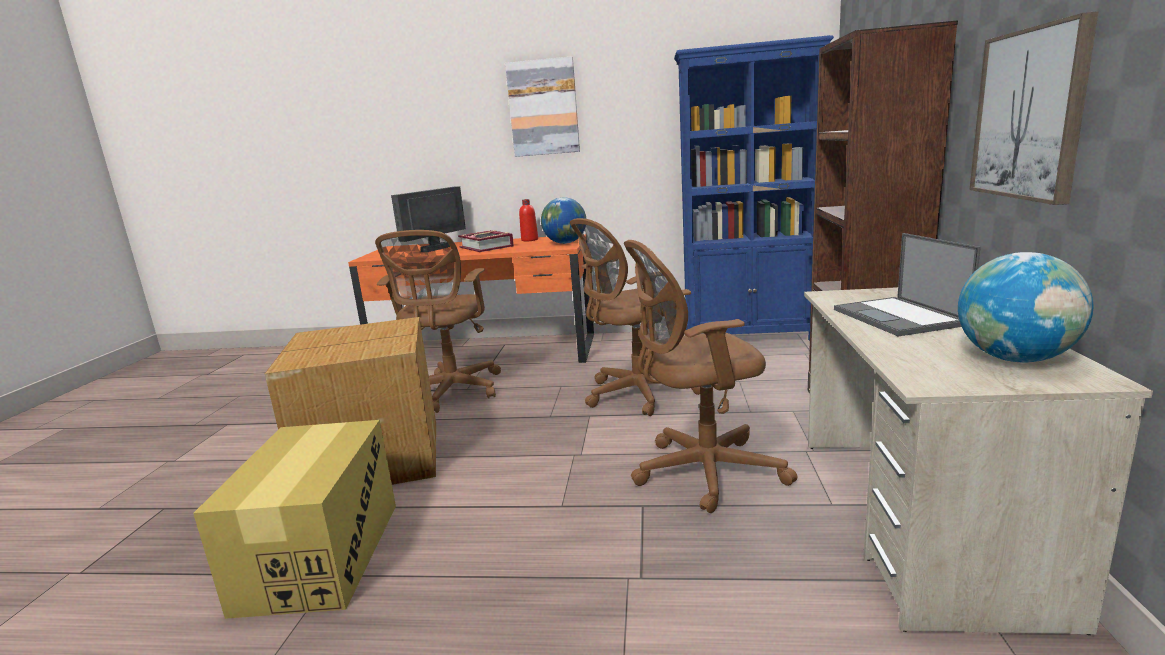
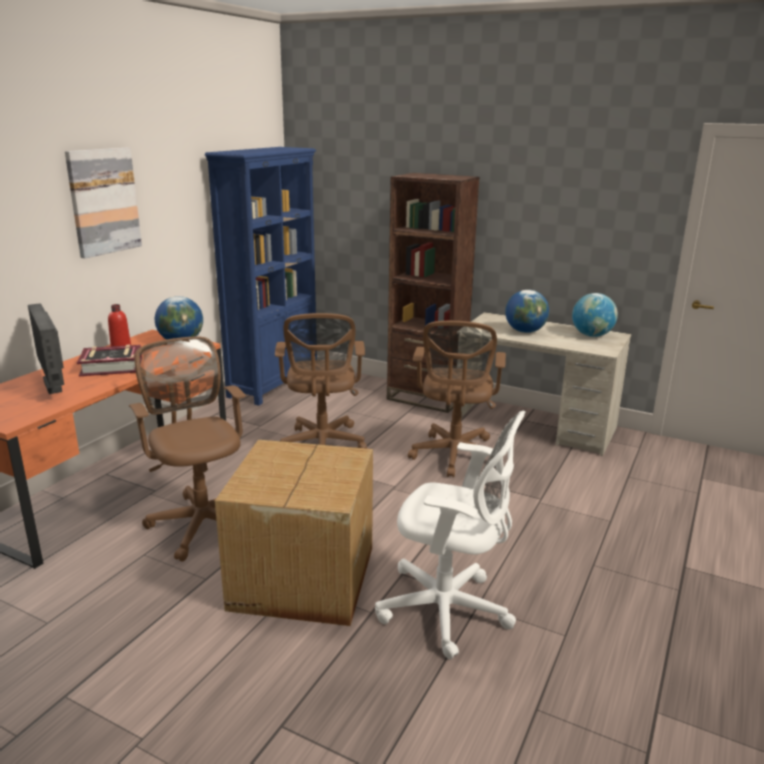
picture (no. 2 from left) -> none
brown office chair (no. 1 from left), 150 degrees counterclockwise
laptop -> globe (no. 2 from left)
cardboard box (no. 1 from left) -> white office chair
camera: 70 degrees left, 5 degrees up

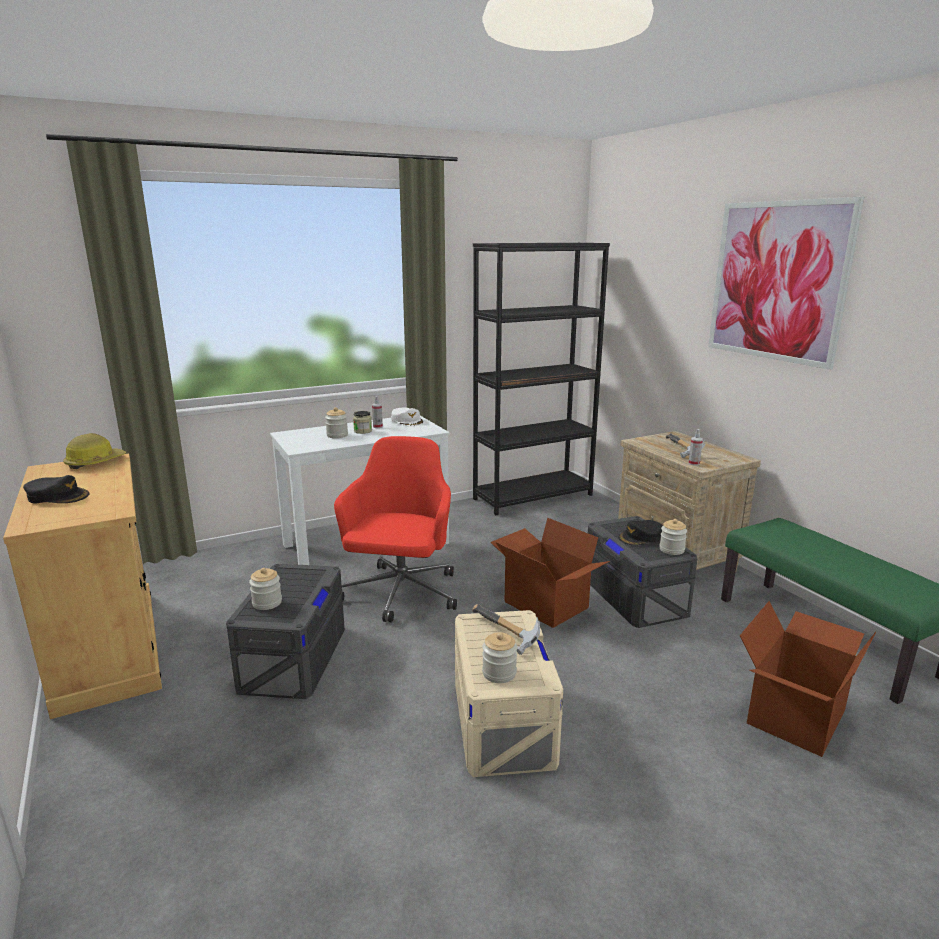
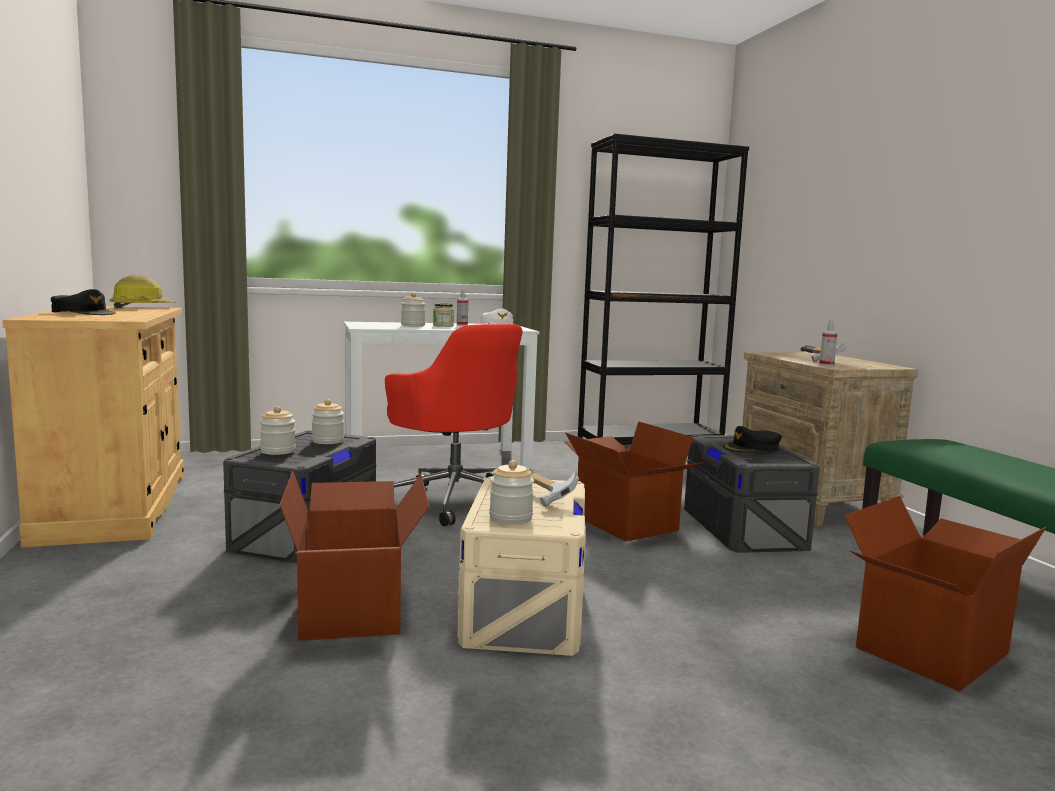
picture -> none
red office chair, 120 degrees clockwise
jar (no. 5 from left in the first image) -> jar (no. 2 from left), relocated
none -> cardboard box (no. 1 from left)
camera: 10 degrees right, 10 degrees down

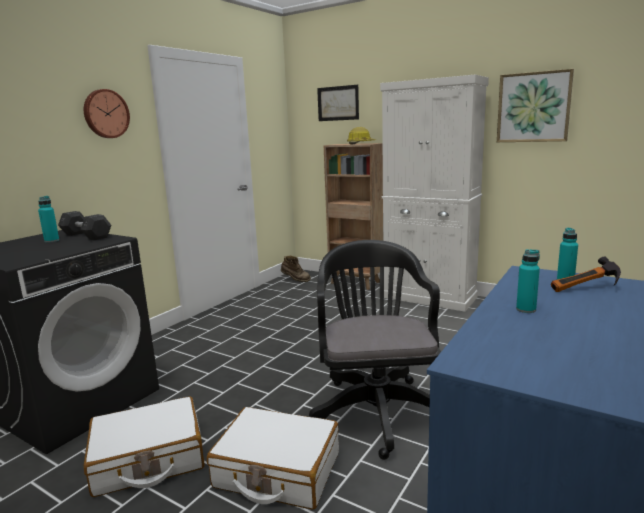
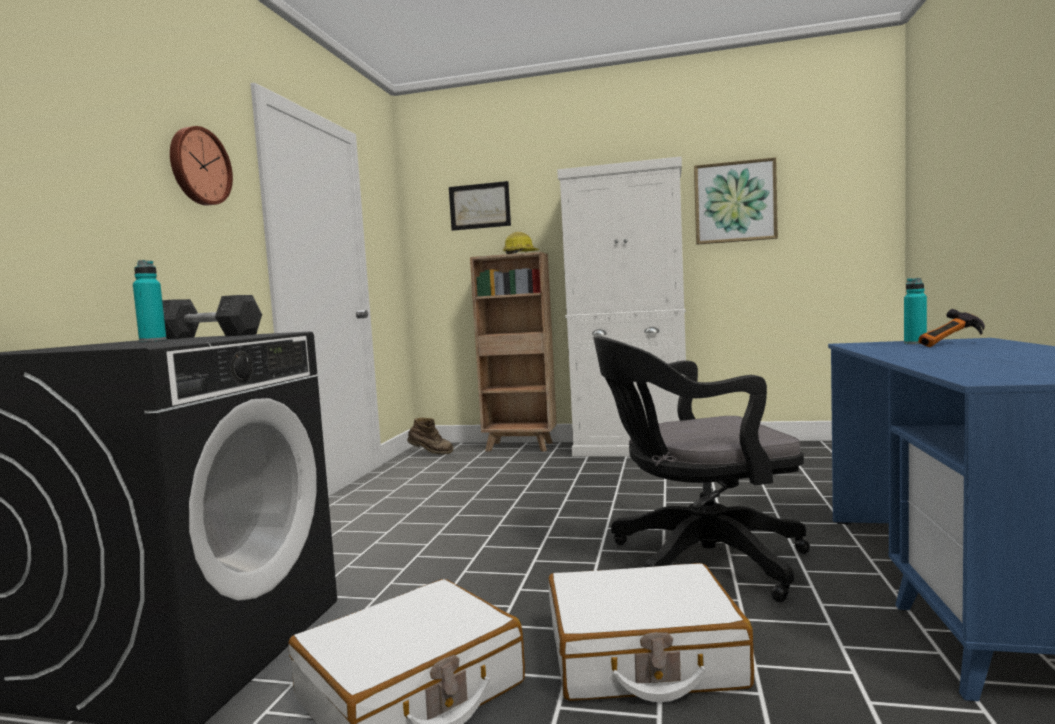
black office chair, 75 degrees counterclockwise
turquoise bottle (no. 2 from left) -> none
camera: 20 degrees left, 10 degrees down

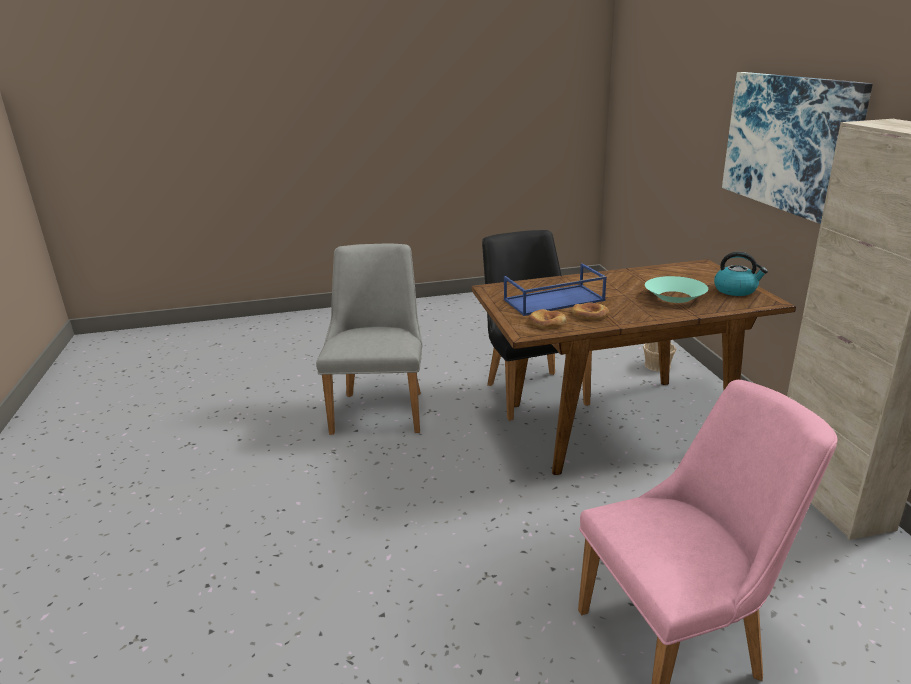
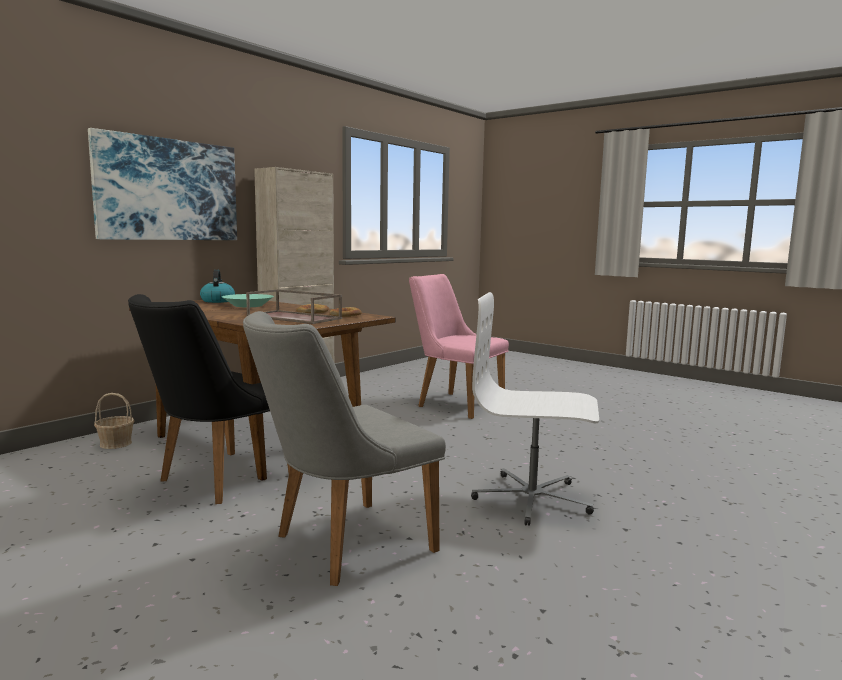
blue tray -> brown tray
none -> white office chair
camera: 130 degrees left, 15 degrees down

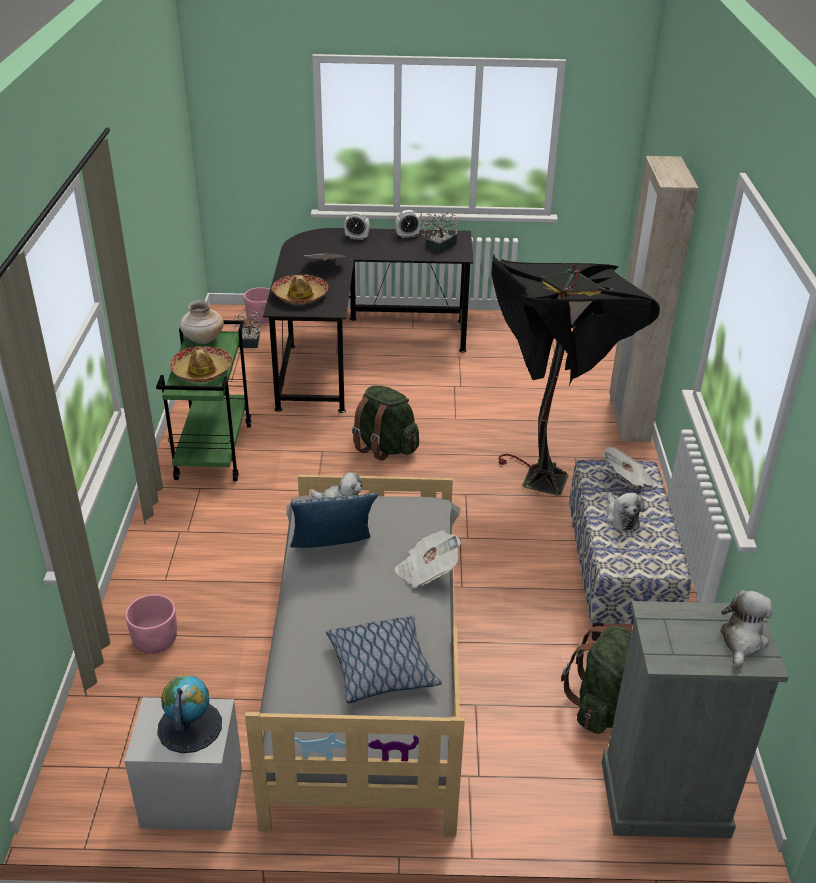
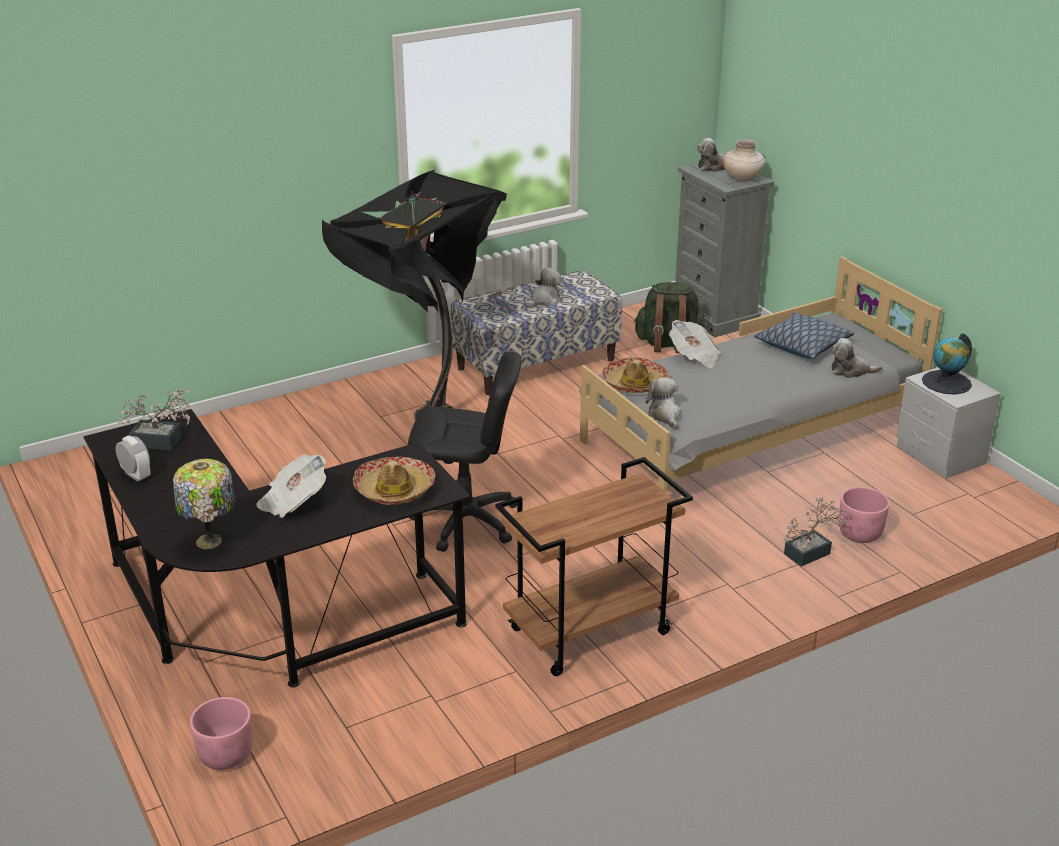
beige wardrobe -> none
alarm clock (no. 1 from left) -> none
beige vase, relocated
potted plant (no. 1 from left in the first image) -> potted plant (no. 2 from left), relocated
green cart -> brown cart
hat (no. 1 from left in the first image) -> hat (no. 2 from left), relocated
green backpack (no. 1 from left) -> black office chair
pillow (no. 1 from left) -> none
none -> plush toy (no. 4 from left)
none -> table lamp
camera: 120 degrees left, 5 degrees down

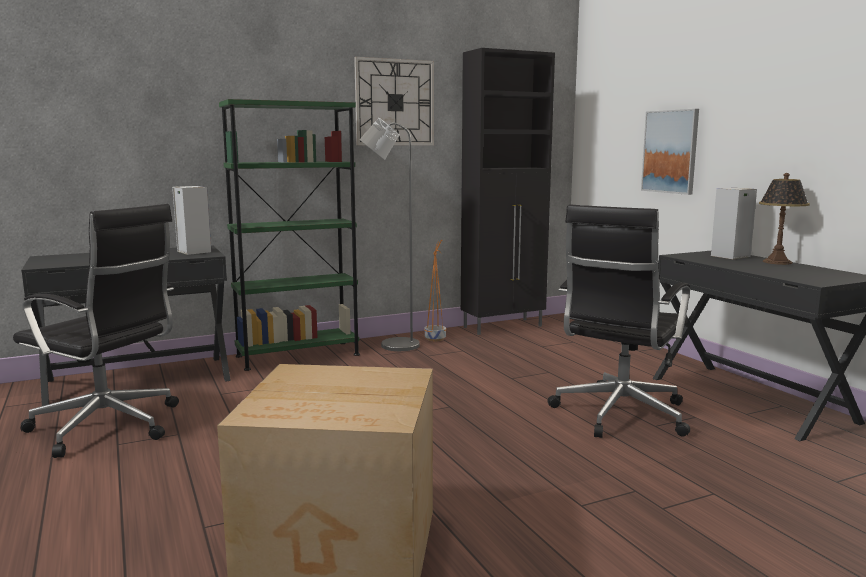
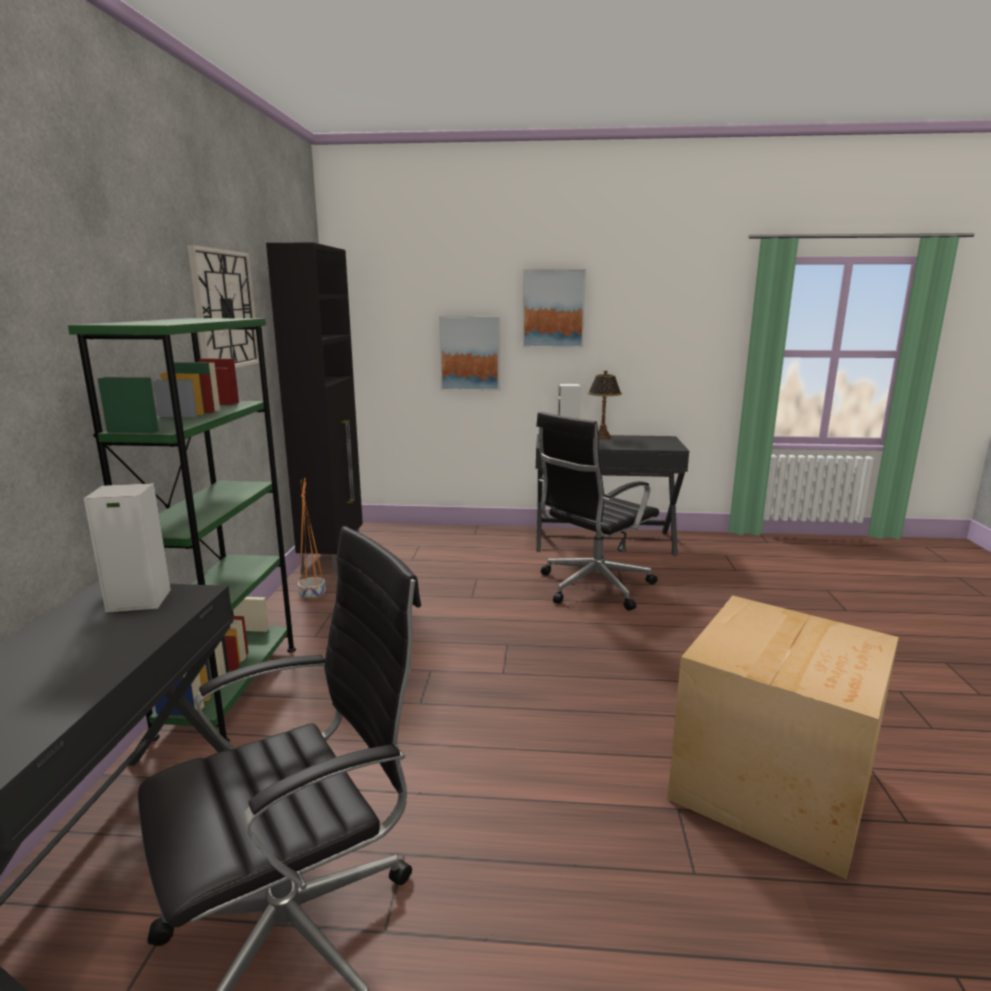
grey floor lamp -> none
black office chair (no. 2 from left), 75 degrees clockwise
none -> picture (no. 2 from left)
camera: 60 degrees left, 5 degrees up

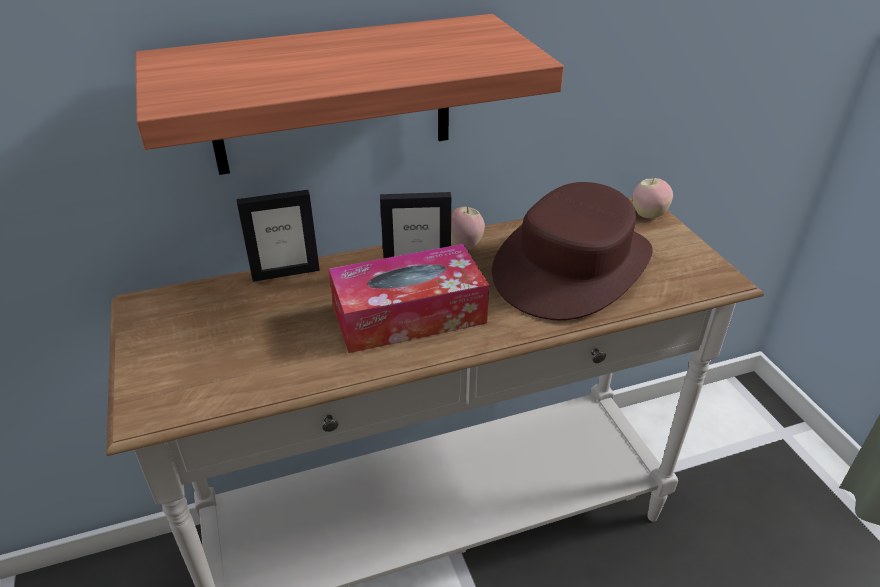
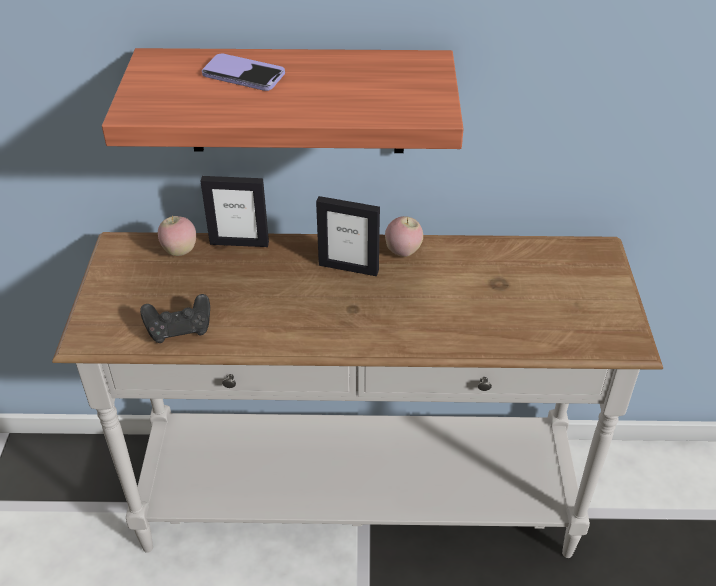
apple (no. 2 from left in the first image) -> apple (no. 1 from left), relocated
brown hat -> none
tissue box -> none
none -> phone
none -> black game controller
camera: 20 degrees right, 5 degrees up

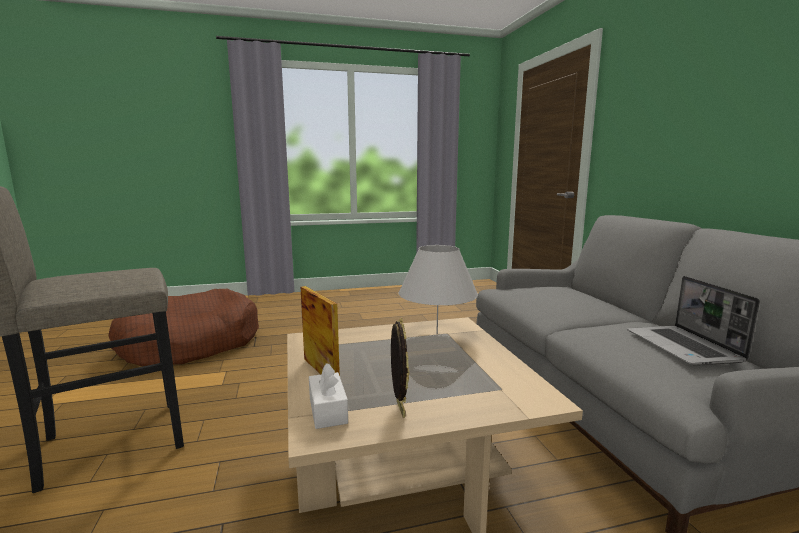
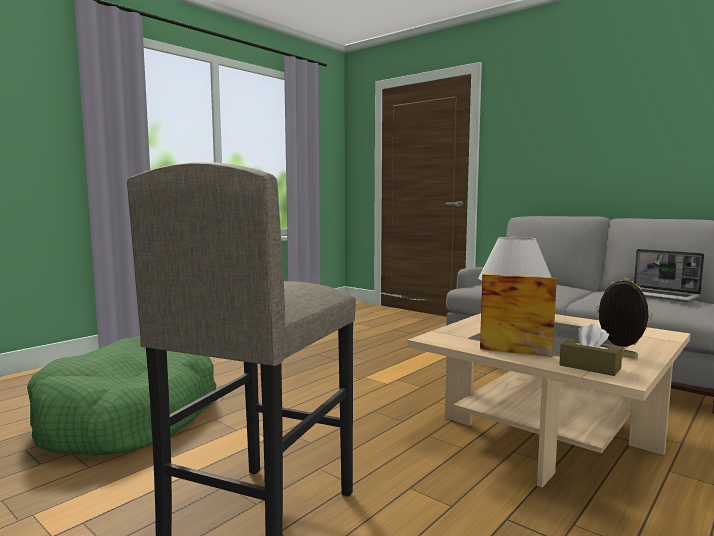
brown dog bed -> green dog bed
white tissue box -> brown tissue box
camera: 35 degrees left, 5 degrees down

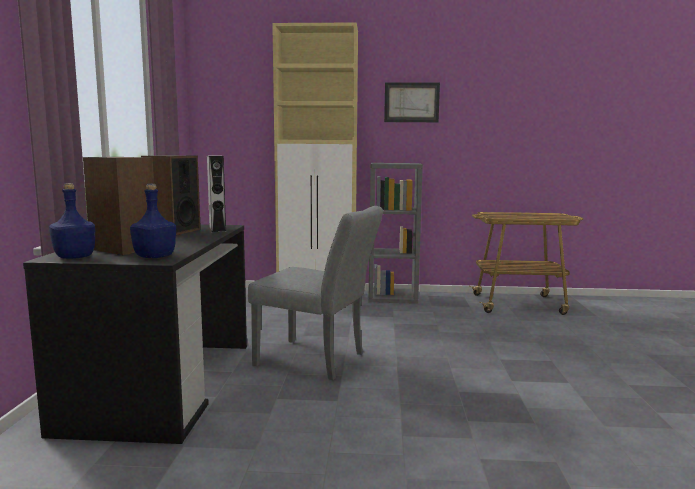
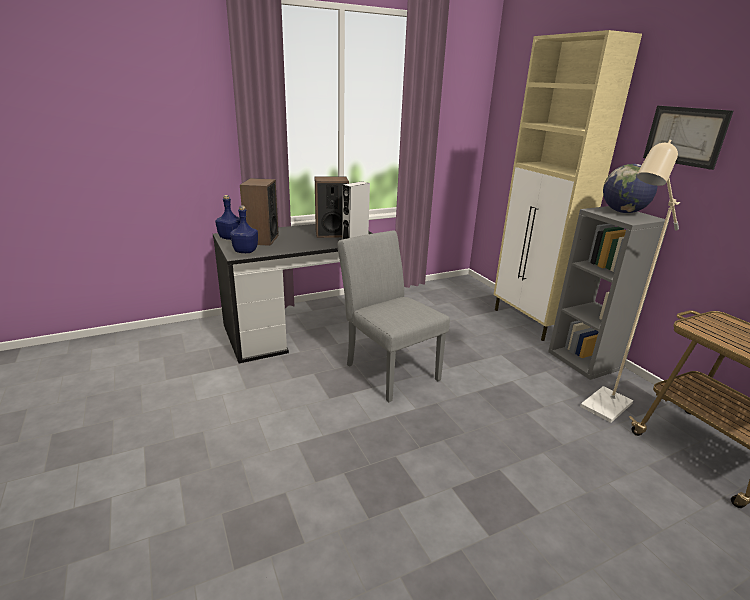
grey chair, 150 degrees clockwise
none -> beige floor lamp
none -> globe
camera: 60 degrees right, 15 degrees up

